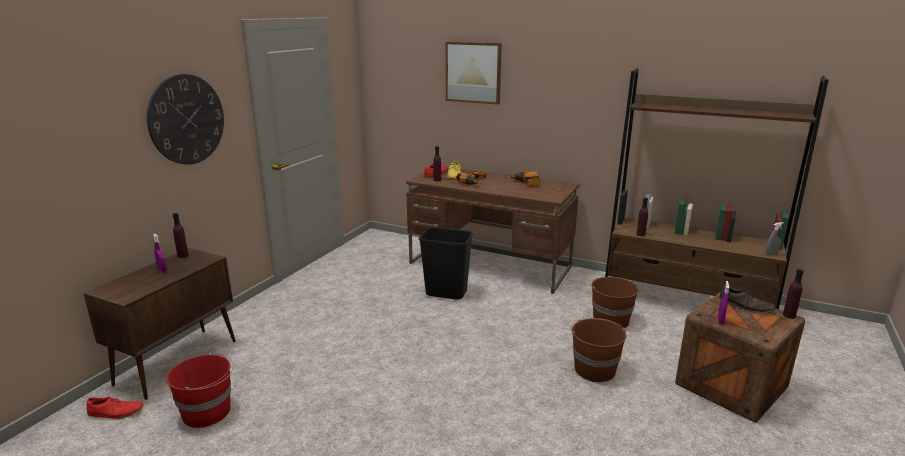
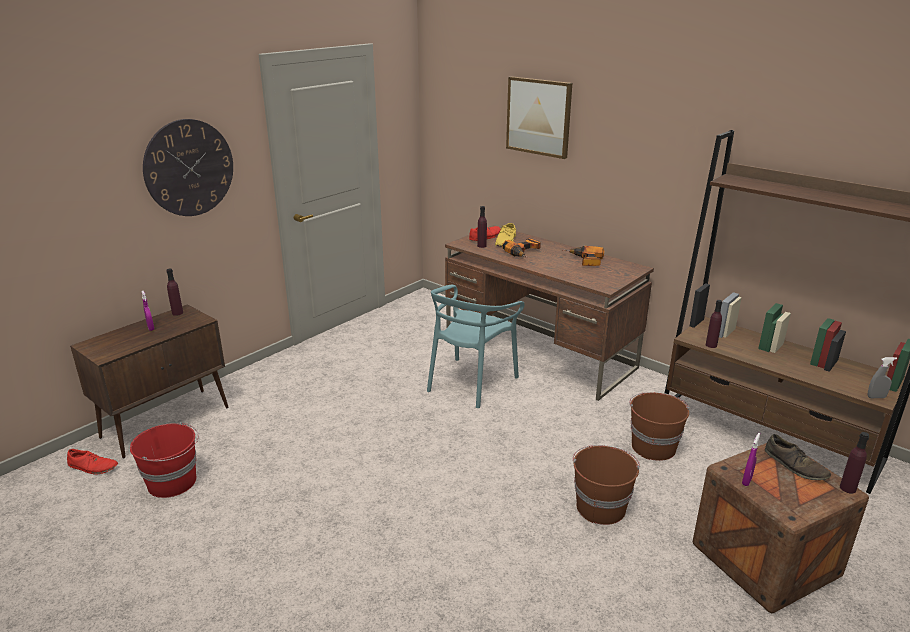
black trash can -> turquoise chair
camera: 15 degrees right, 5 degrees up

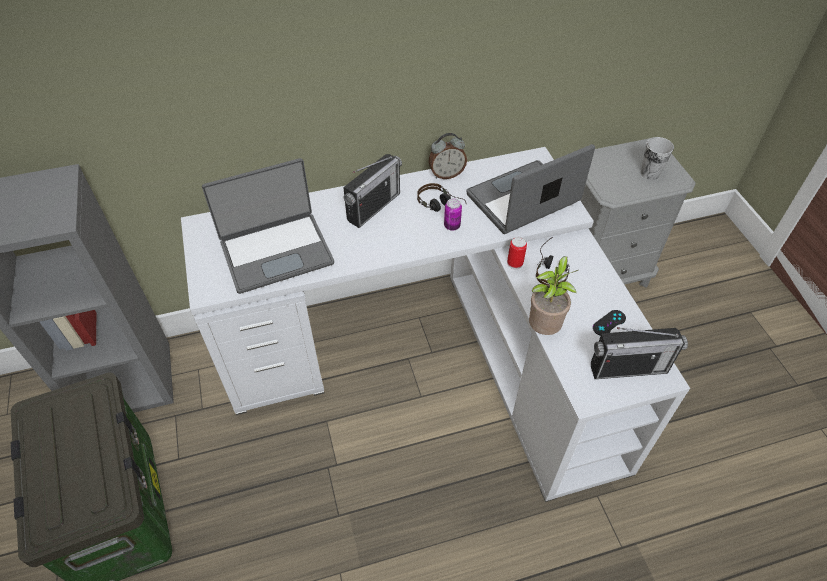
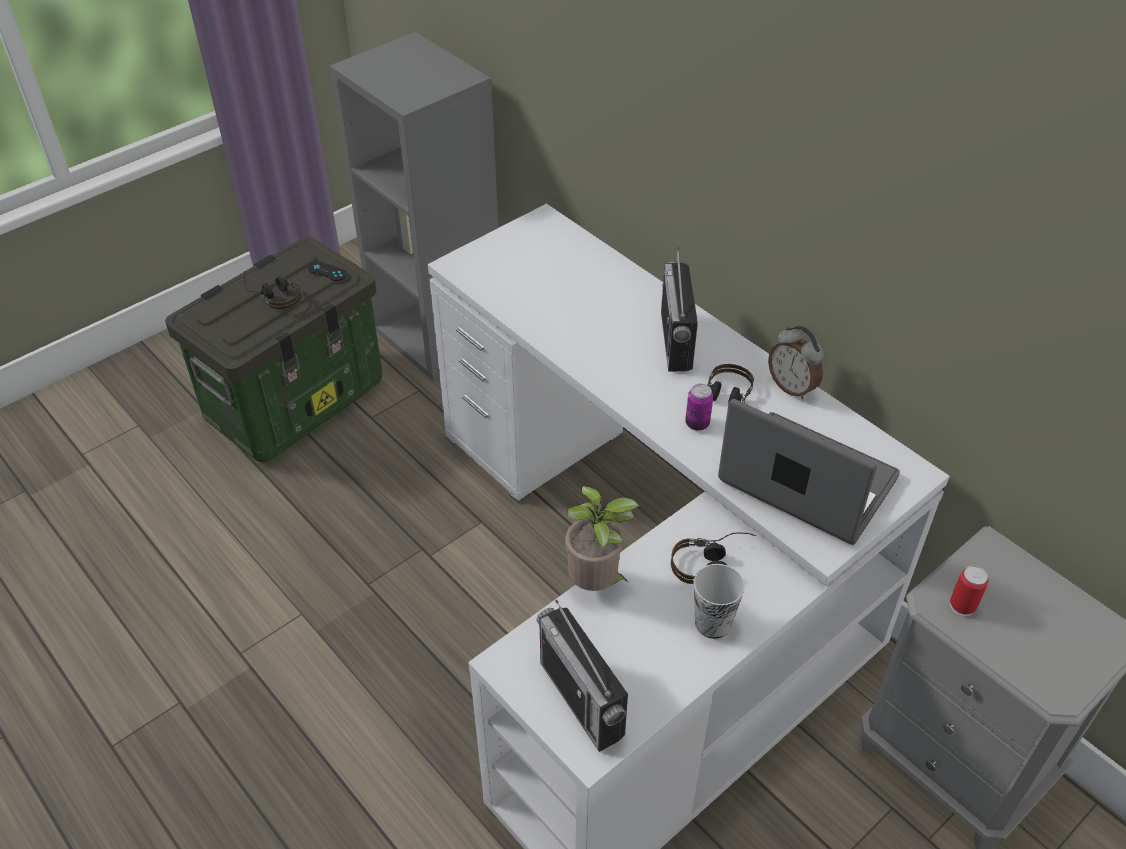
cup, relocated
radio (no. 1 from left in the first image) -> radio (no. 2 from left), 75 degrees clockwise
laptop (no. 1 from left) -> none
can (no. 2 from left), relocated
black game controller, relocated
none -> headphones (no. 1 from left)
camera: 65 degrees right, 5 degrees down

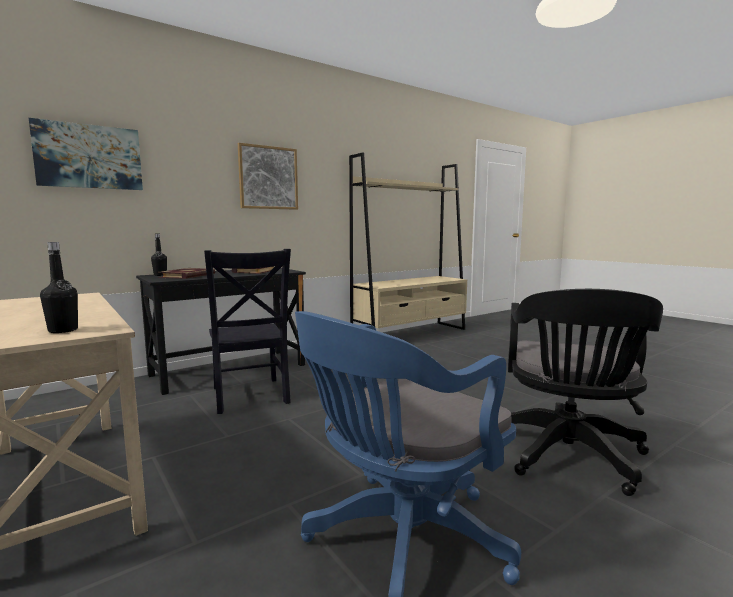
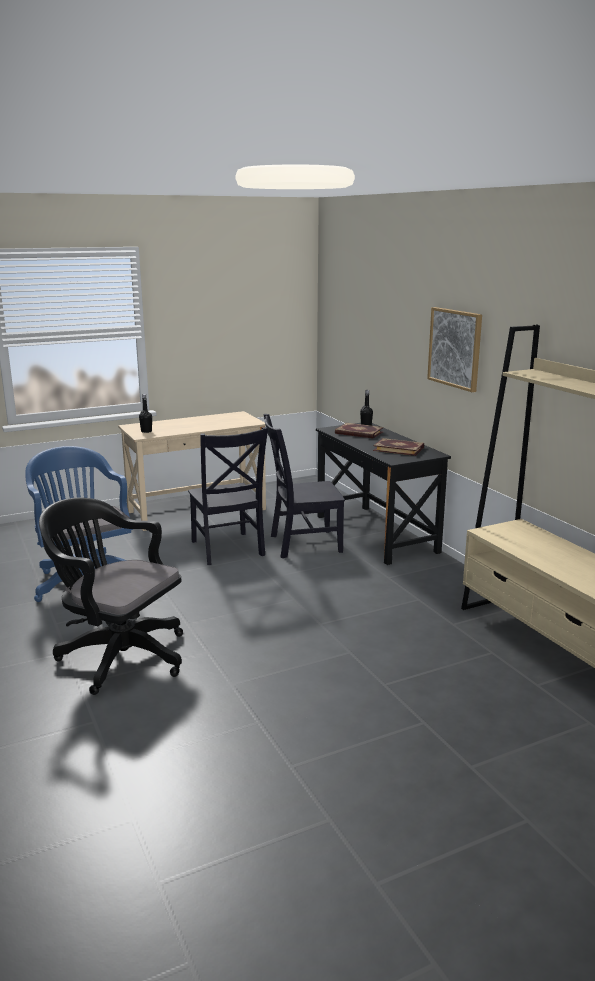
picture (no. 1 from left) -> none
none -> black chair (no. 1 from left)
camera: 100 degrees right, 10 degrees up

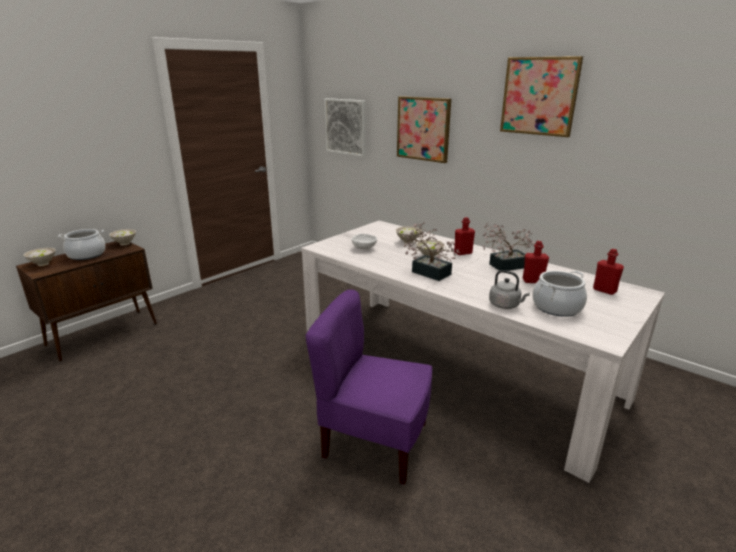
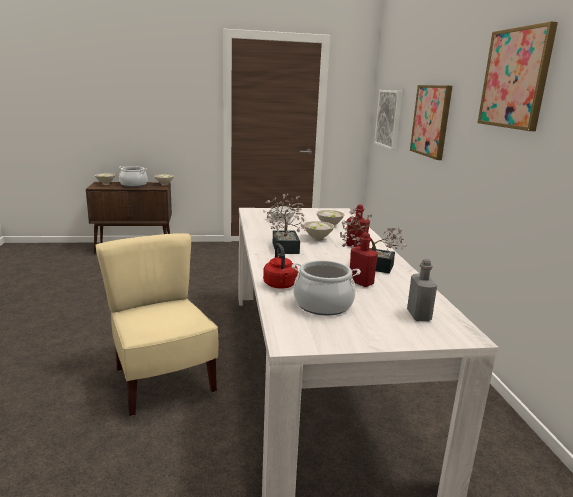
red bottle (no. 3 from left) -> grey bottle
grey kettle -> red kettle
purple chair -> beige chair
camera: 40 degrees right, 5 degrees down

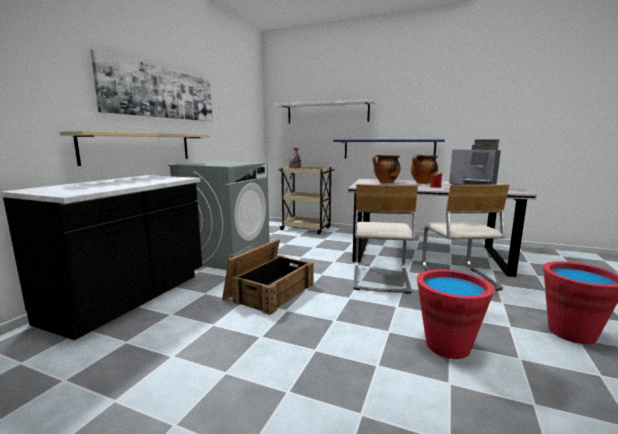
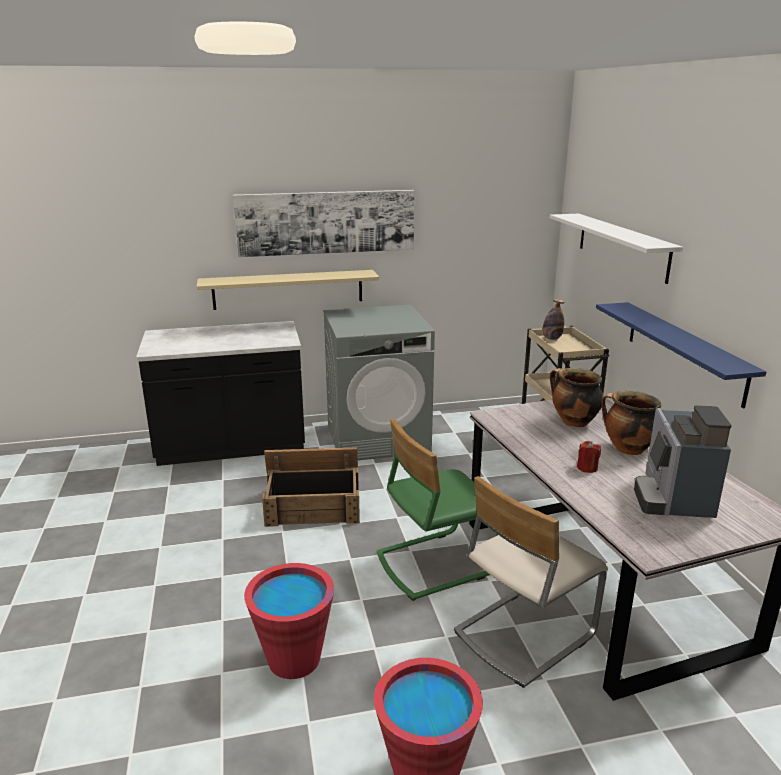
beige chair (no. 1 from left) -> green chair
camera: 55 degrees right, 10 degrees up

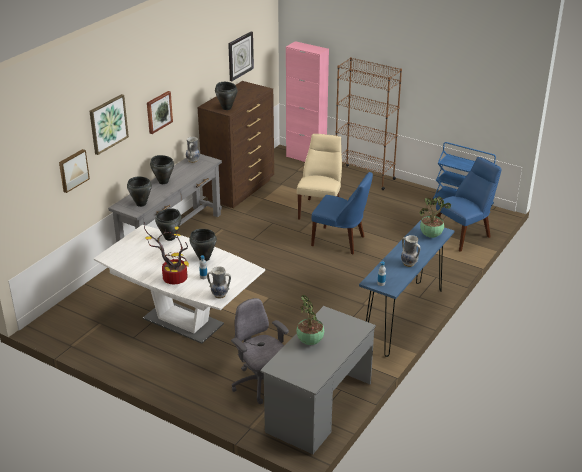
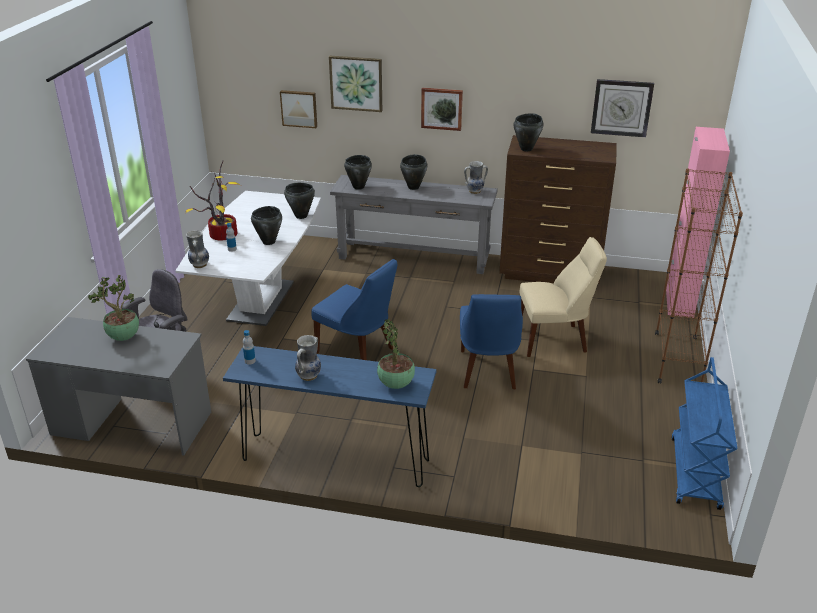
blue chair (no. 2 from left in the first image) -> blue chair (no. 1 from left), relocated
camera: 70 degrees right, 0 degrees up

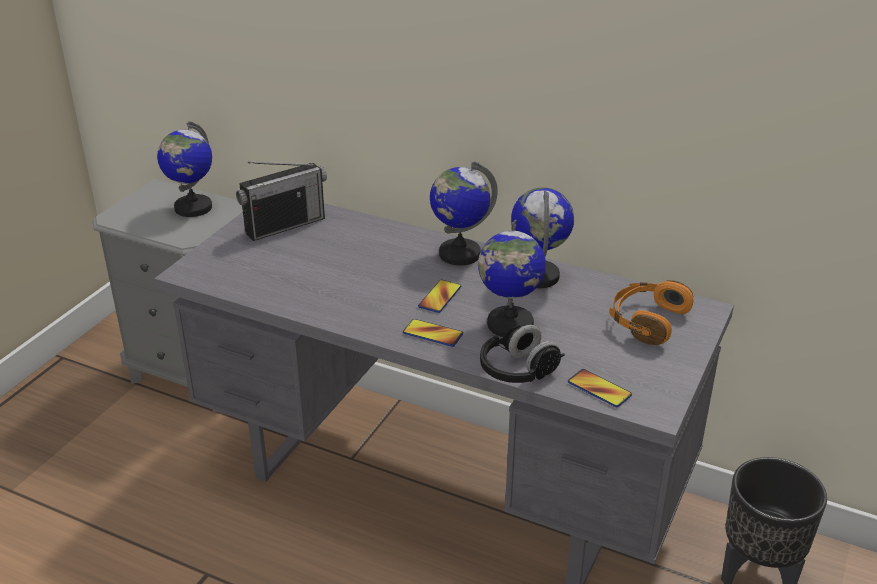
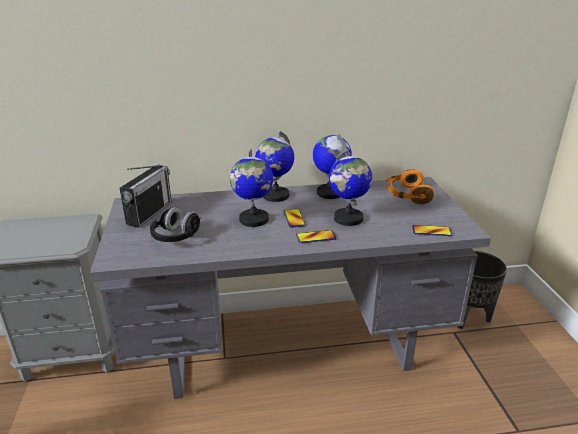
globe (no. 1 from left), relocated
black headphones, relocated
camera: 35 degrees left, 5 degrees down

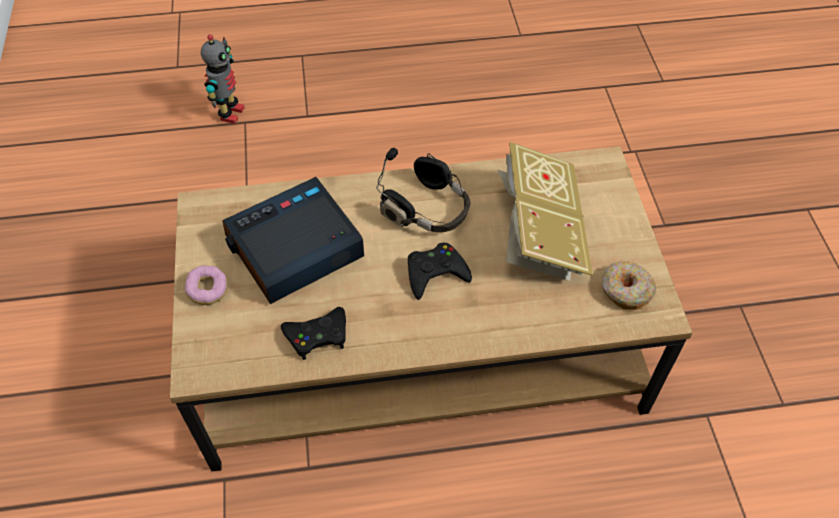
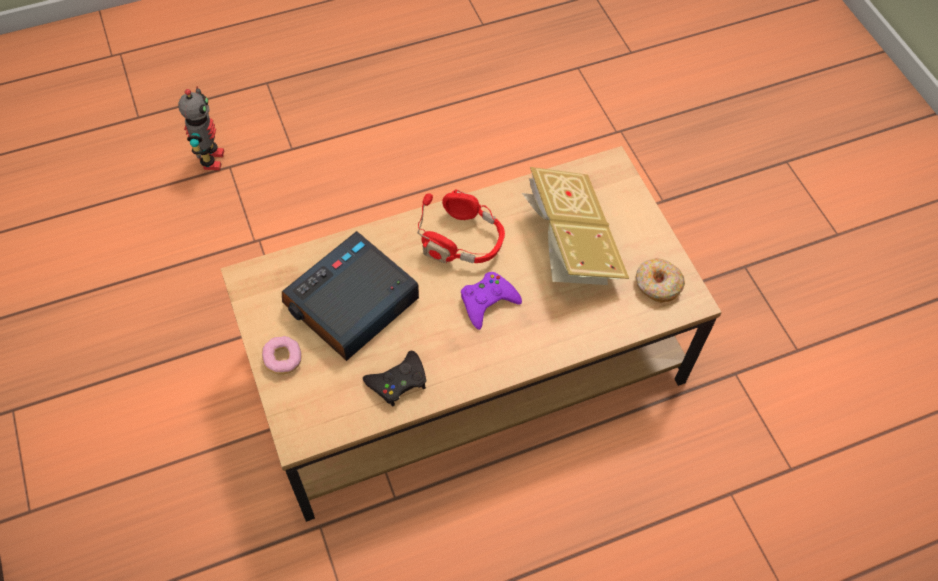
black headphones -> red headphones
black game controller (no. 2 from left) -> purple game controller
camera: 15 degrees left, 5 degrees up

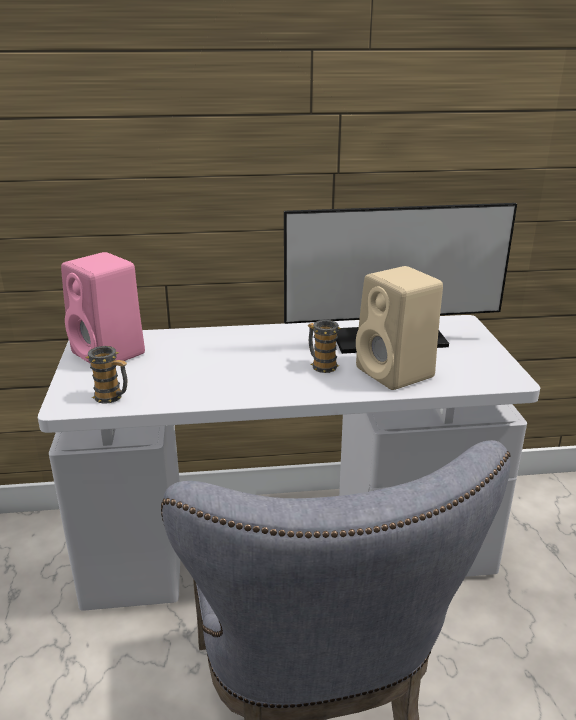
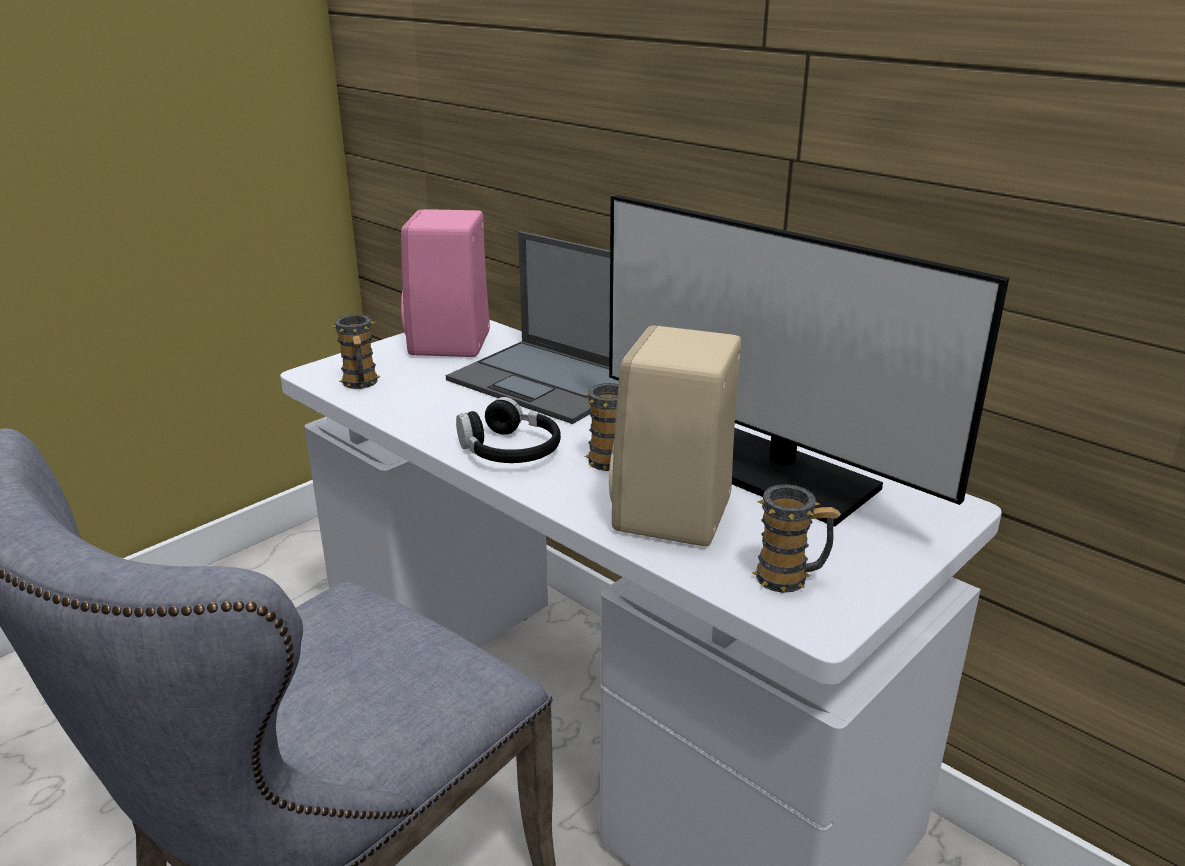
none -> laptop
none -> black headphones
none -> mug (no. 3 from left)
camera: 50 degrees right, 0 degrees up

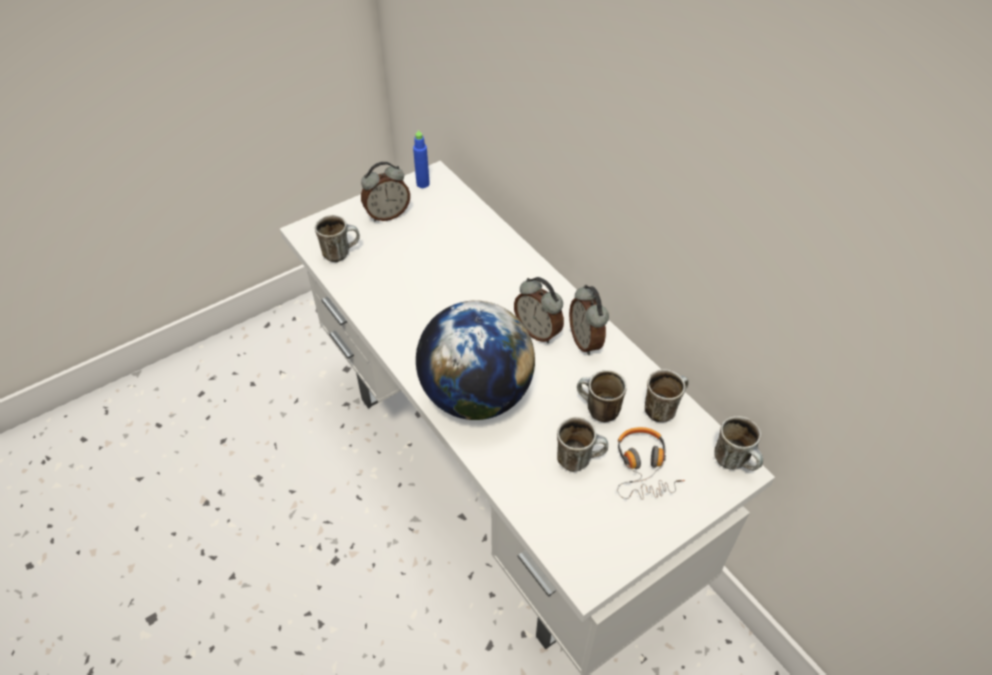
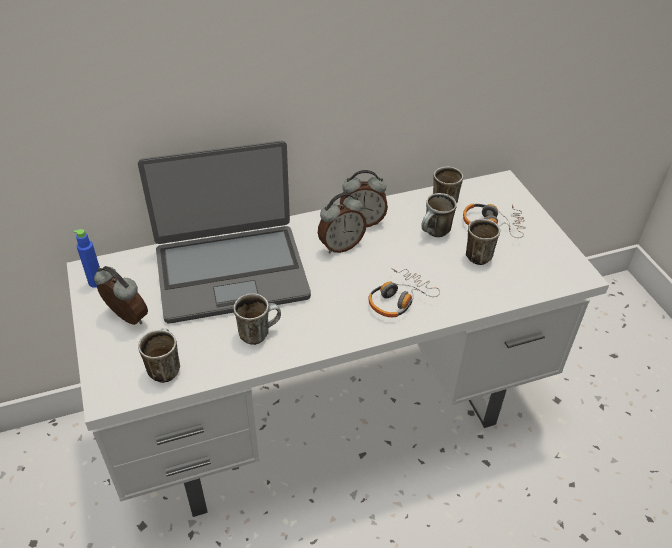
alarm clock (no. 1 from left), 45 degrees counterclockwise
globe -> headphones (no. 1 from left)
mug (no. 5 from left in the first image) -> mug (no. 2 from left), relocated
none -> laptop
camera: 75 degrees left, 5 degrees down

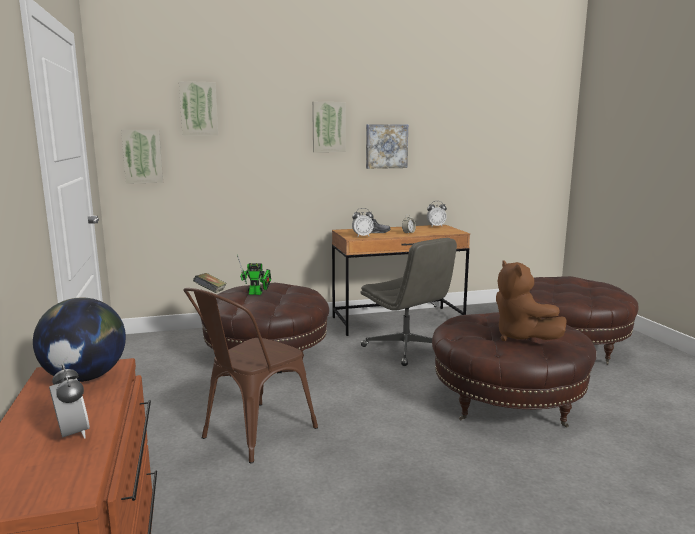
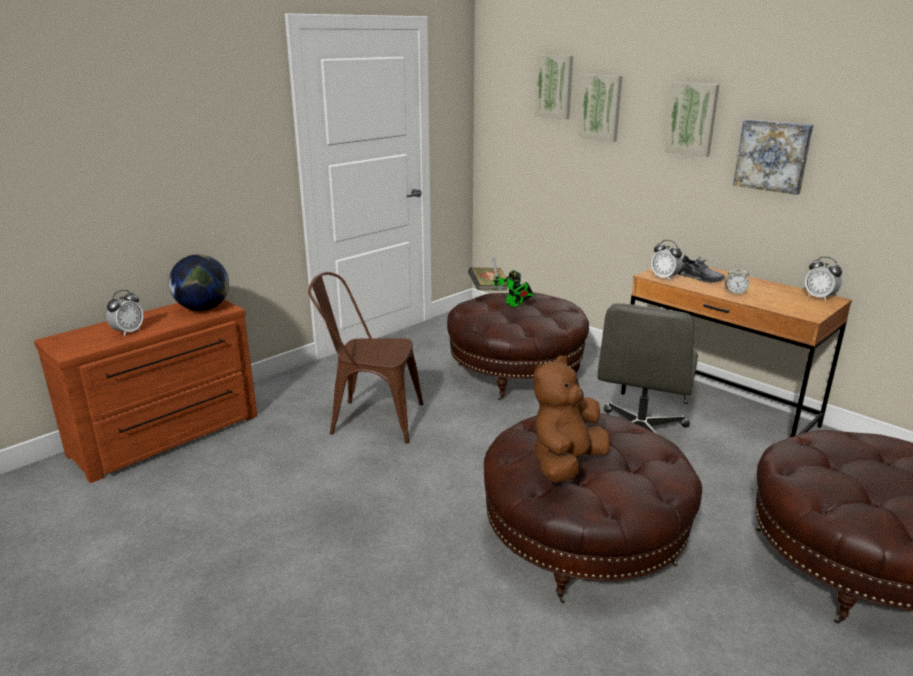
picture (no. 1 from left in the first image) -> picture (no. 2 from left), relocated
camera: 60 degrees right, 10 degrees up

